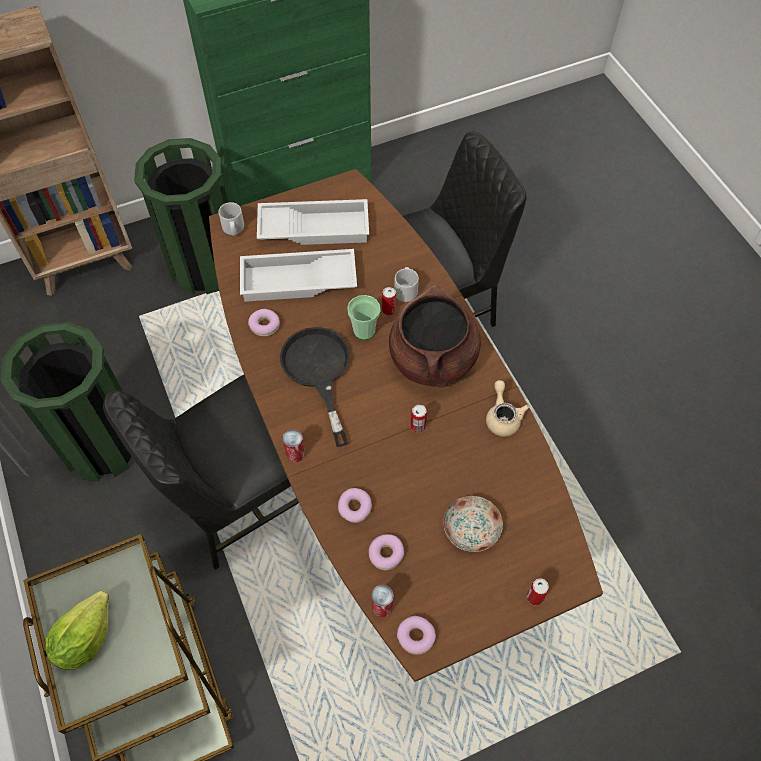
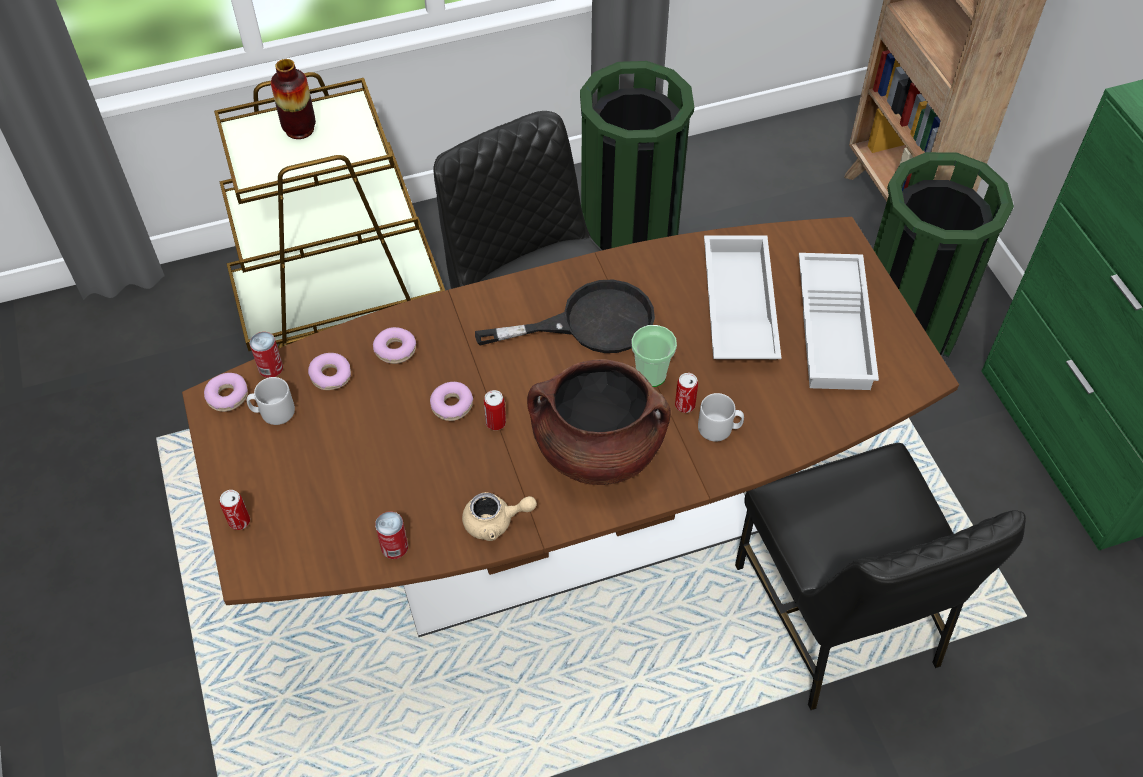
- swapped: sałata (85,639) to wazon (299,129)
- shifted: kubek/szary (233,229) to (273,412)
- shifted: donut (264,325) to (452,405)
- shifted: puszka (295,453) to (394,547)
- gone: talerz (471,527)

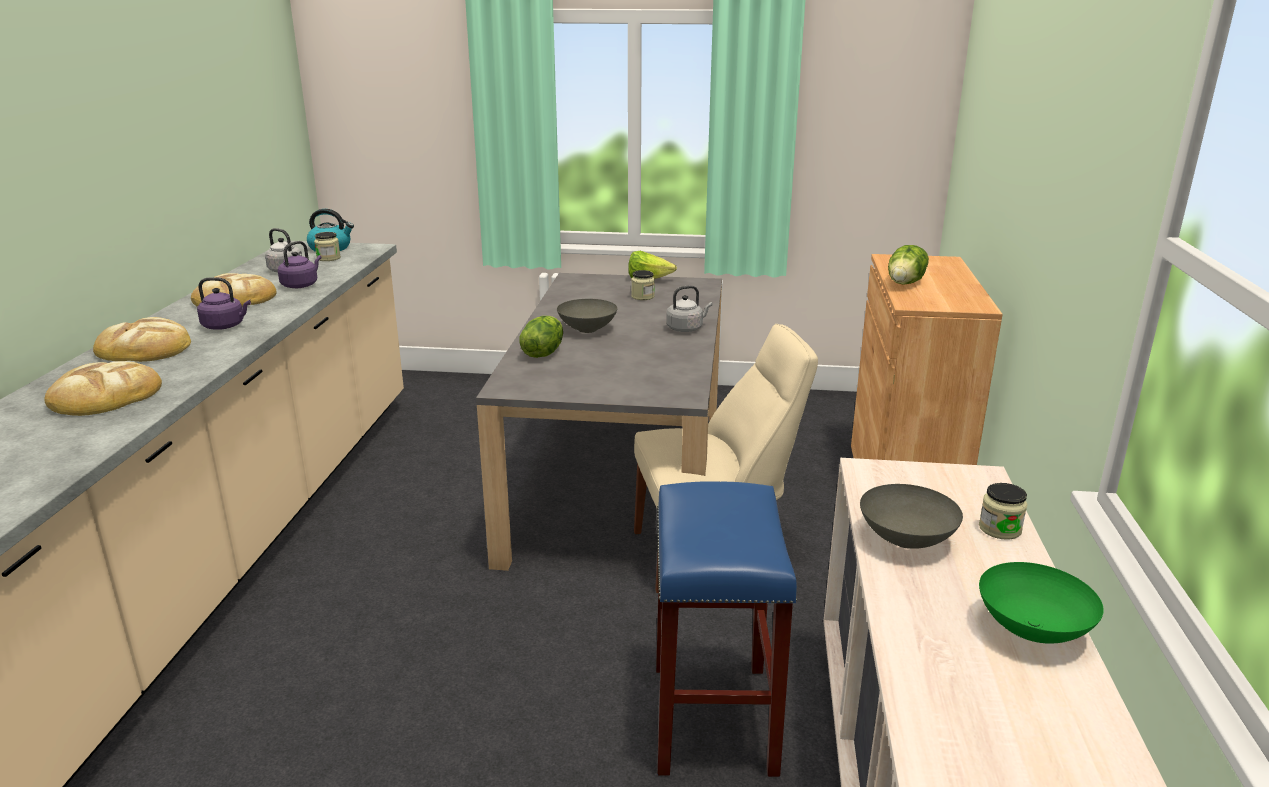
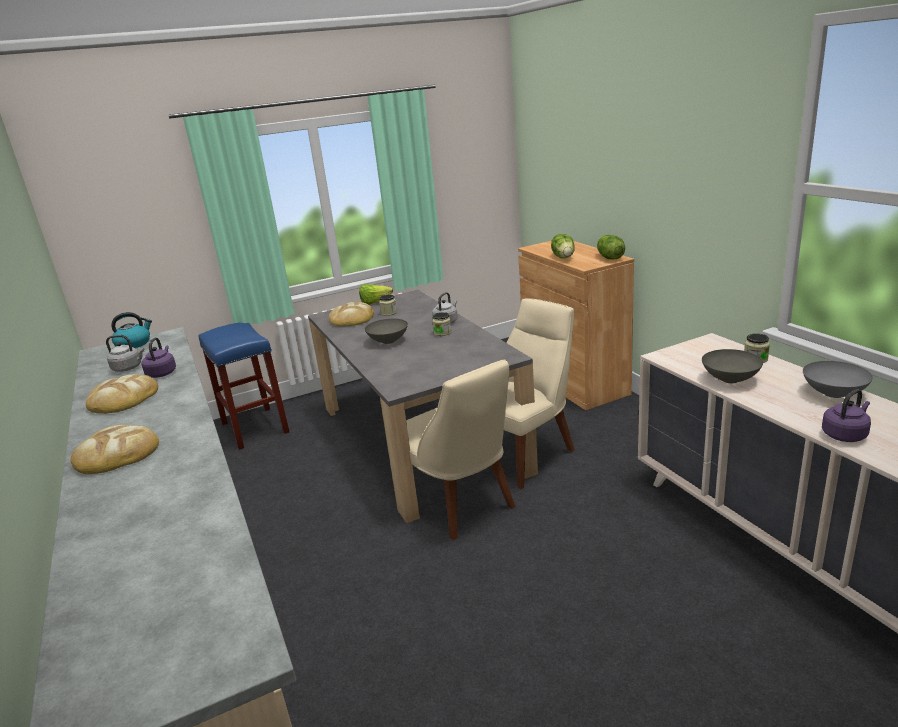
- shifted: chleb (104,396) to (352,318)
- shifted: czajnik/fioletowy (225,326) to (845,434)
- shifted: słoik (328,258) to (442,333)
- shifted: sałata (543,353) to (609,258)
- shifted: stołek/niebieski (714,720) to (255,428)
- repainted: miska/zielony (1034,631) to miska/szary (834,393)
- new: krzesło/beżowy (460,504)

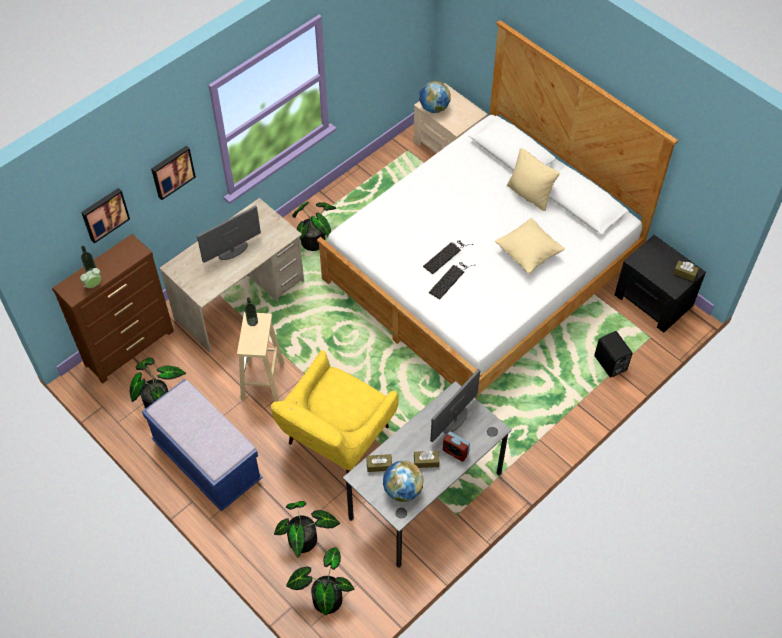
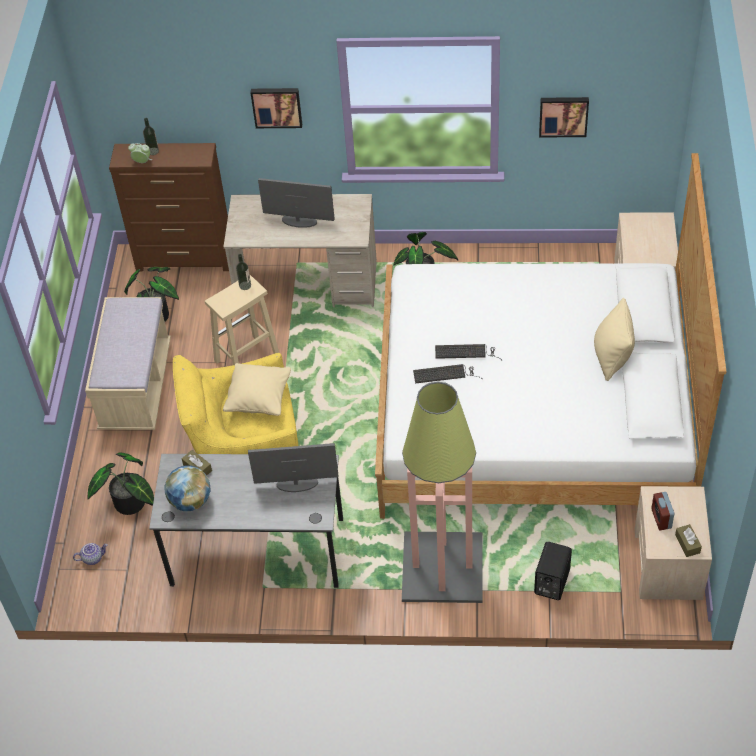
- shifted: obraz (104,214) to (563,115)
- repainted: ławka/niebieski (207,461) to ławka/beżowy (136,387)
- swapped: roślina doniczkowa (324,597) to imbryk (93,558)
- gone: pudełko chusteczek/brązowy (426,461)
- gone: globus (434,108)
- shifted: budzik (455,452) to (661,518)
- shifted: poduszka/beżowy (528,254) to (259,399)
- repainted: szafka nocna/czarny (653,300) to szafka nocna/beżowy (668,563)
- new: lampa stojąca (441,566)

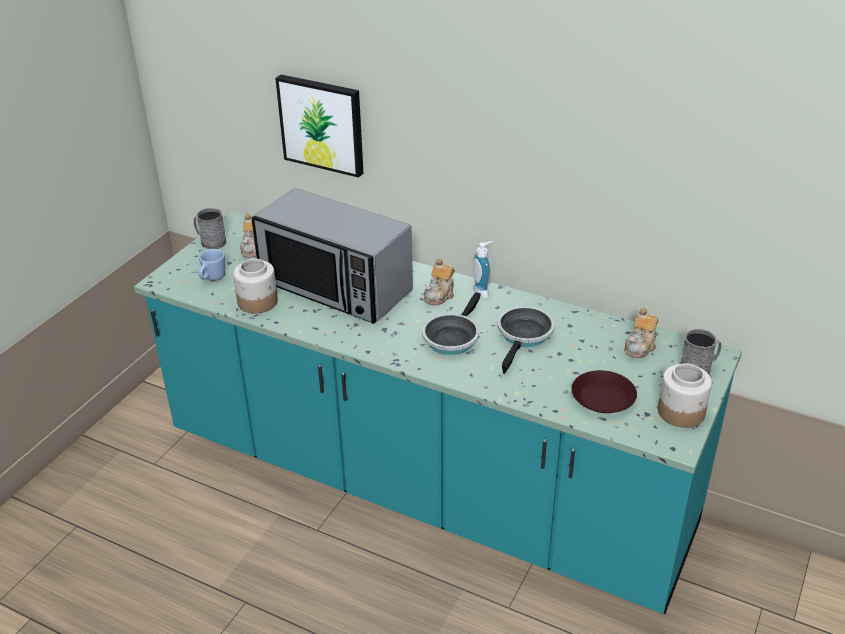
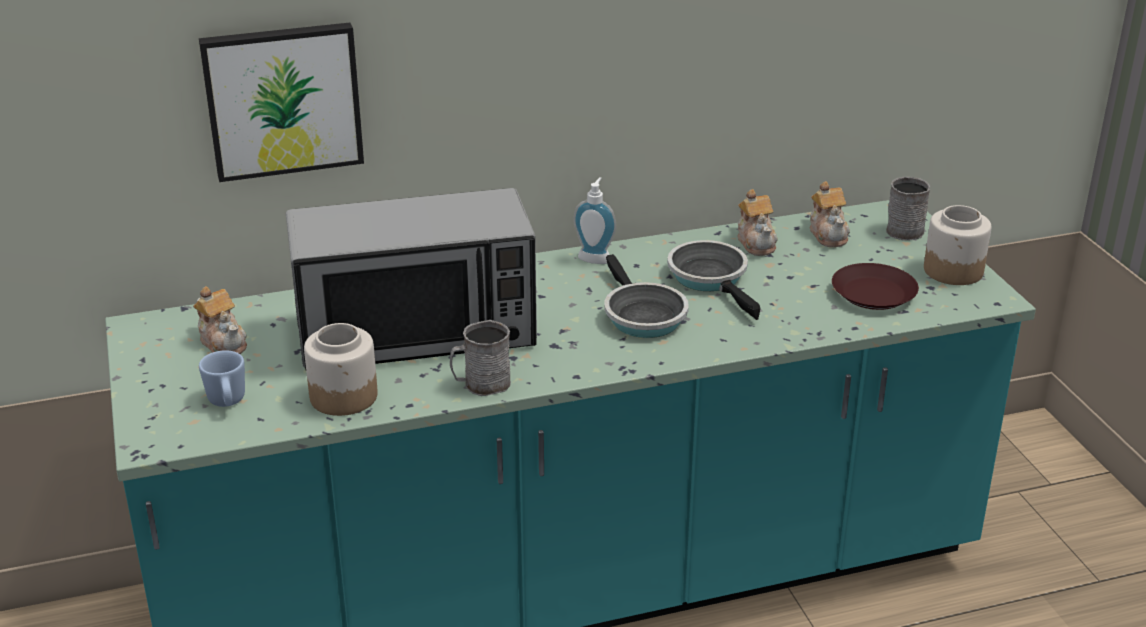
- shifted: kubek/szary (210,242) to (481,384)
- shifted: imbryk (440,295) to (756,242)

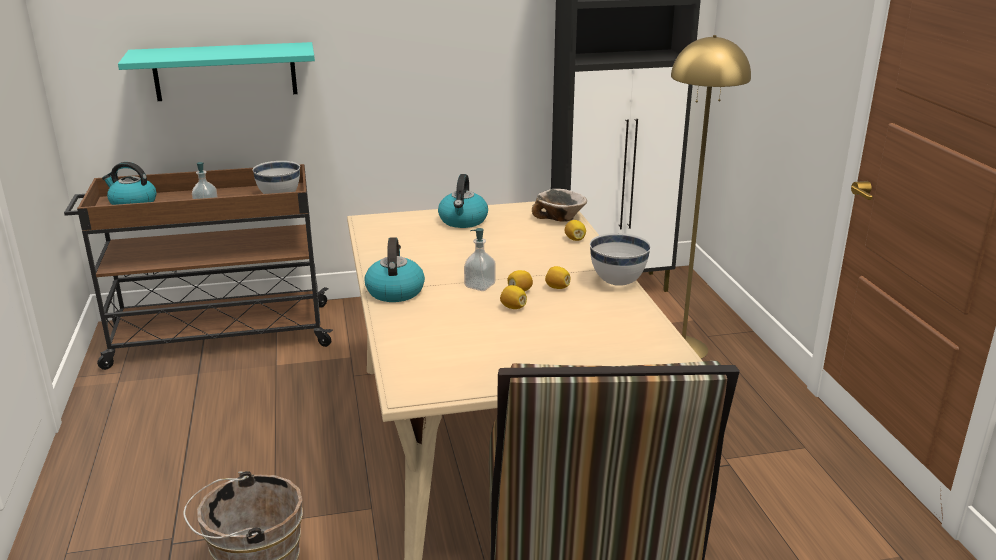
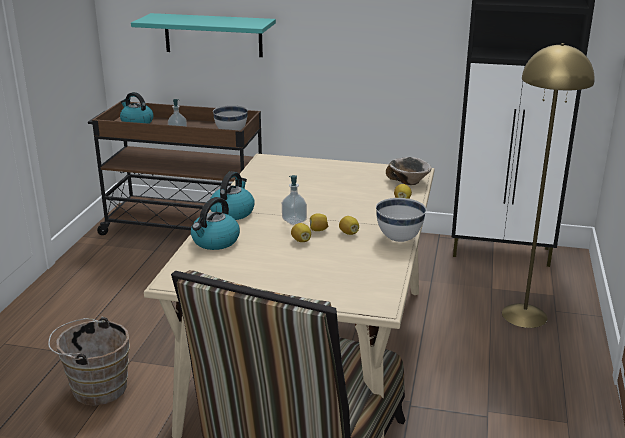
- shifted: czajnik (463,221) to (215,241)

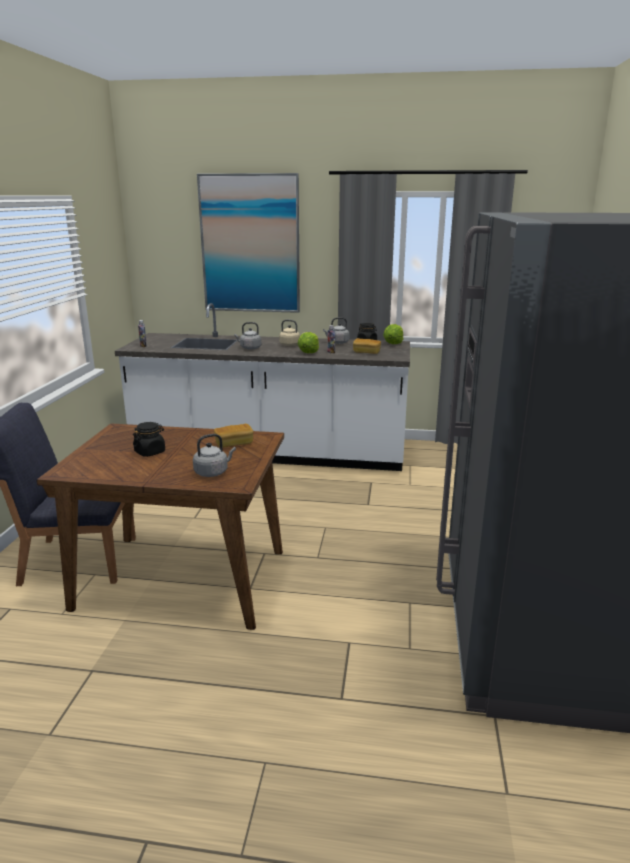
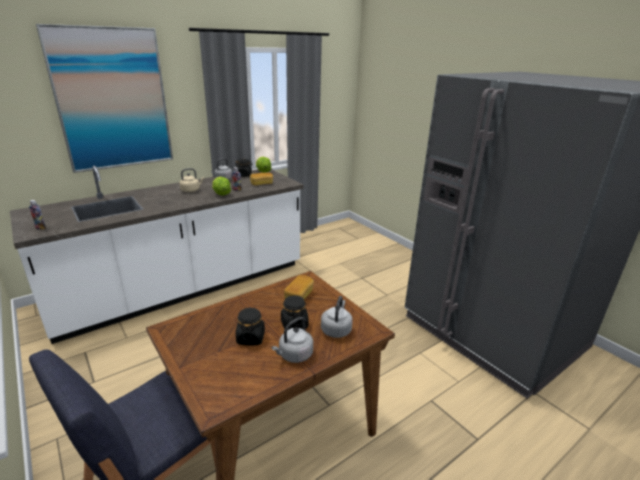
- shifted: czajnik/szary (249,348) to (294,355)
- new: słoik/czarny (294,324)

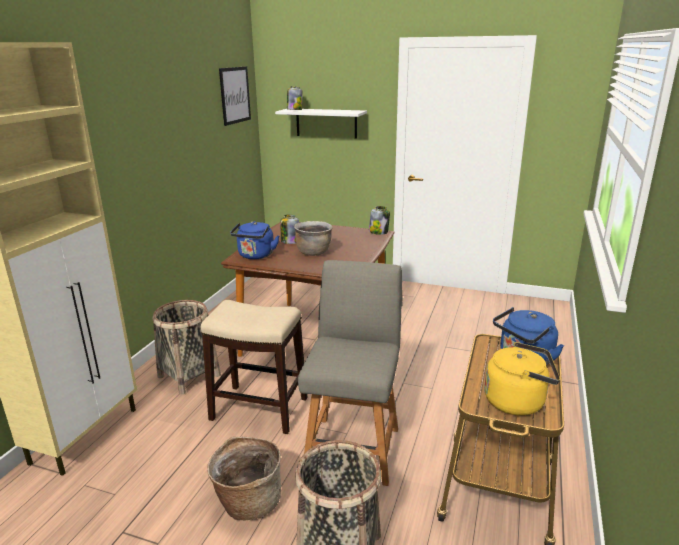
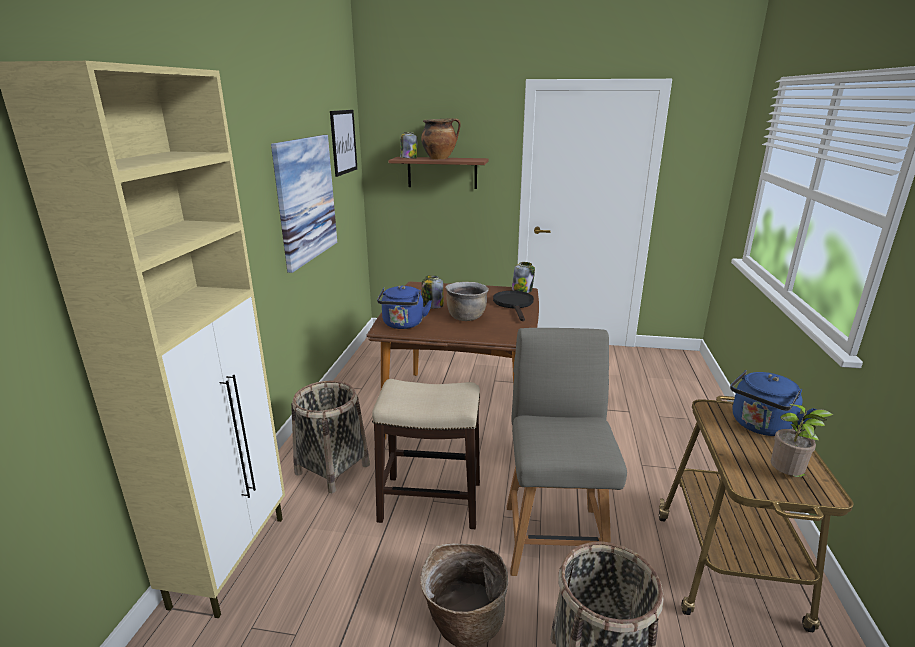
- repainted: półka/biały (326,123) to półka/brązowy (442,172)
- swapped: czajnik/żółty (518,402) to roślina doniczkowa (787,477)
- new: obraz (306,199)
- new: garnek (440,158)
- new: patelnia/czarny (514,304)

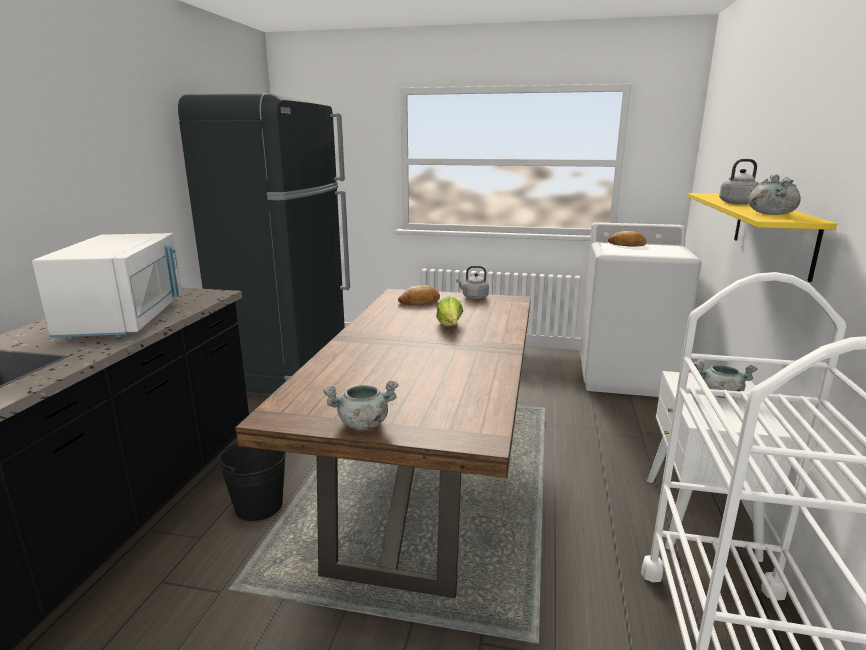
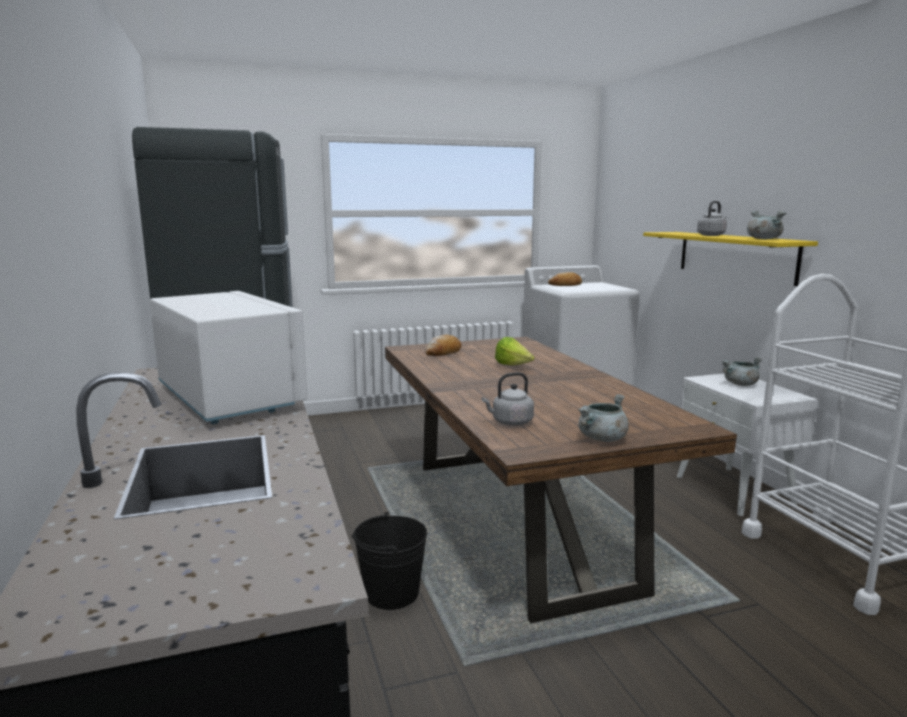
- shifted: czajnik/szary (473,297) to (510,422)

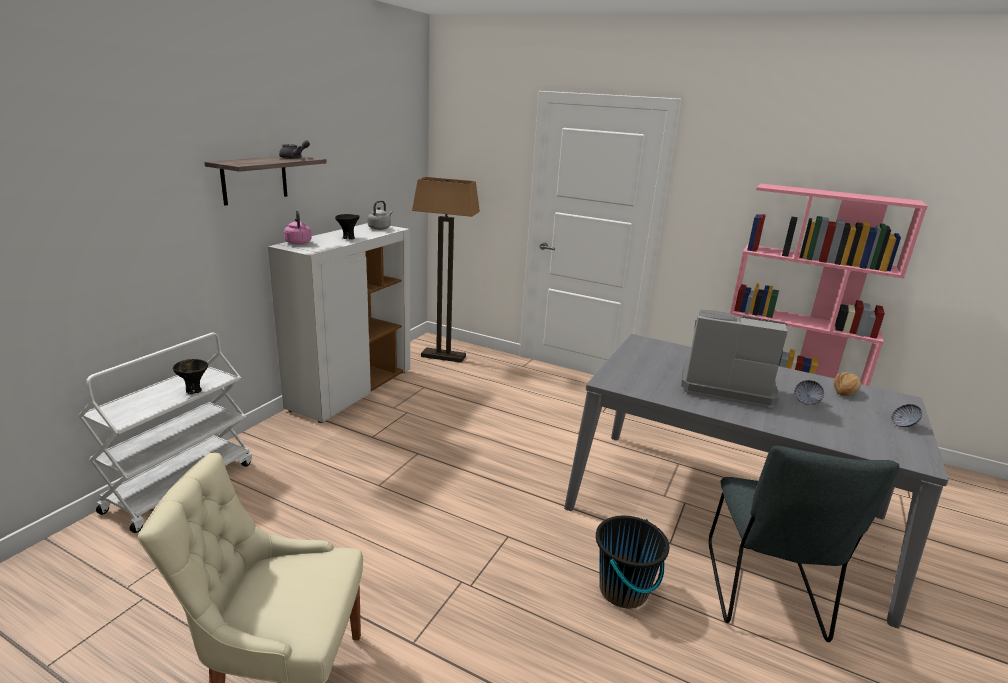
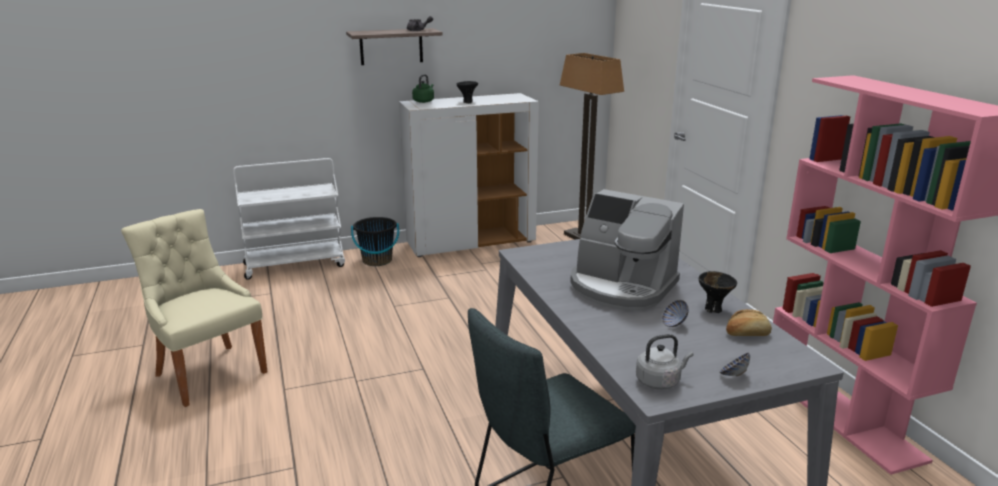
- shifted: miska/czarny (194,390) to (713,309)
- repainted: czajnik/różowy (298,242) to czajnik/zielony (424,101)
- shifted: czajnik/szary (380,228) to (660,381)
- shifted: wiadro/czarny (623,590) to (377,260)
- rotated: ekspres do kawy (724,385) = (621,287) 150 degrees clockwise

